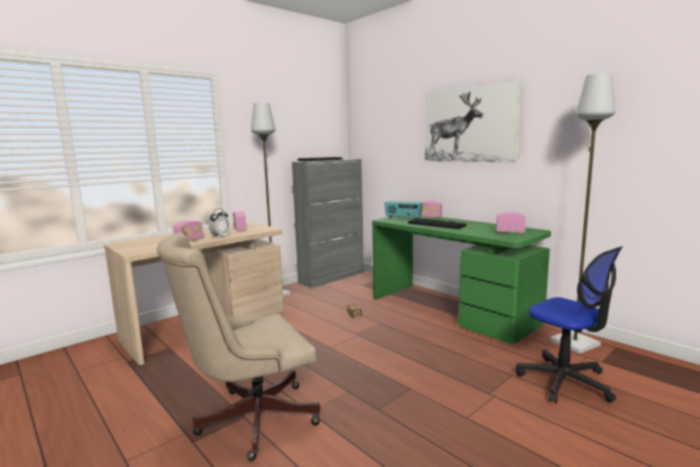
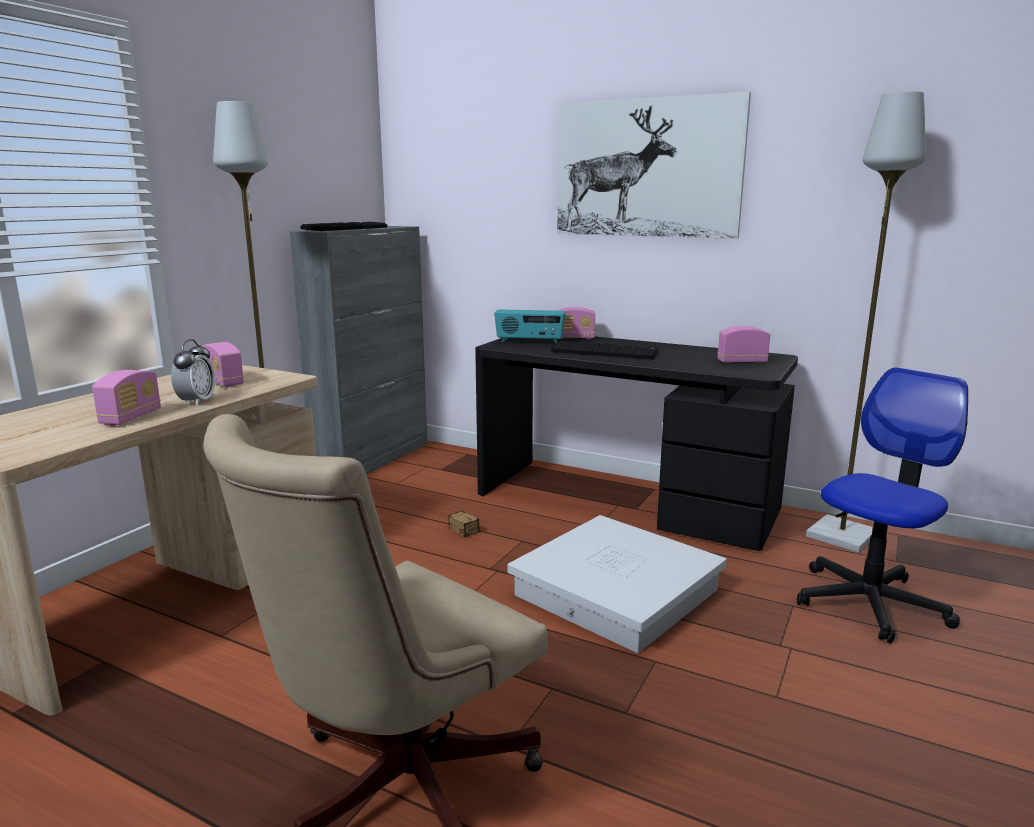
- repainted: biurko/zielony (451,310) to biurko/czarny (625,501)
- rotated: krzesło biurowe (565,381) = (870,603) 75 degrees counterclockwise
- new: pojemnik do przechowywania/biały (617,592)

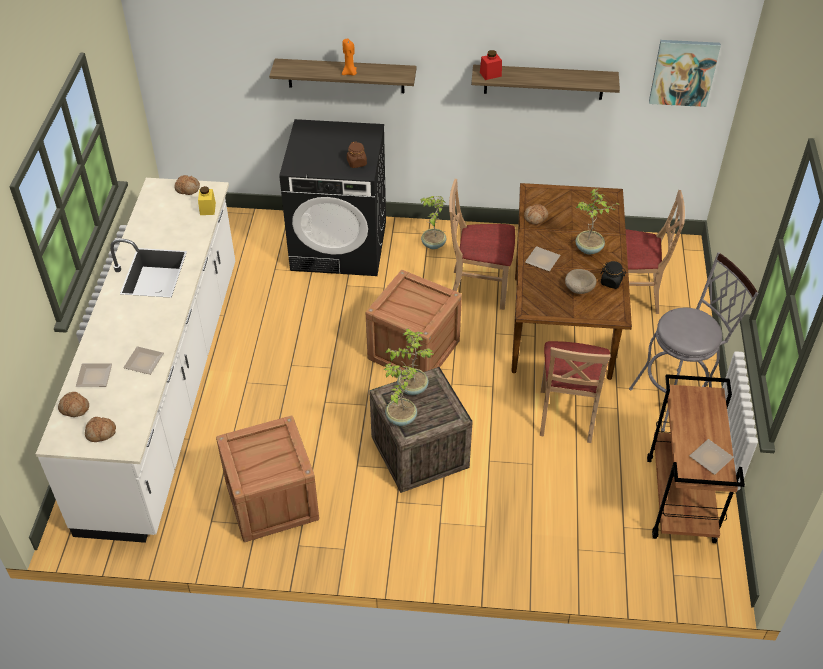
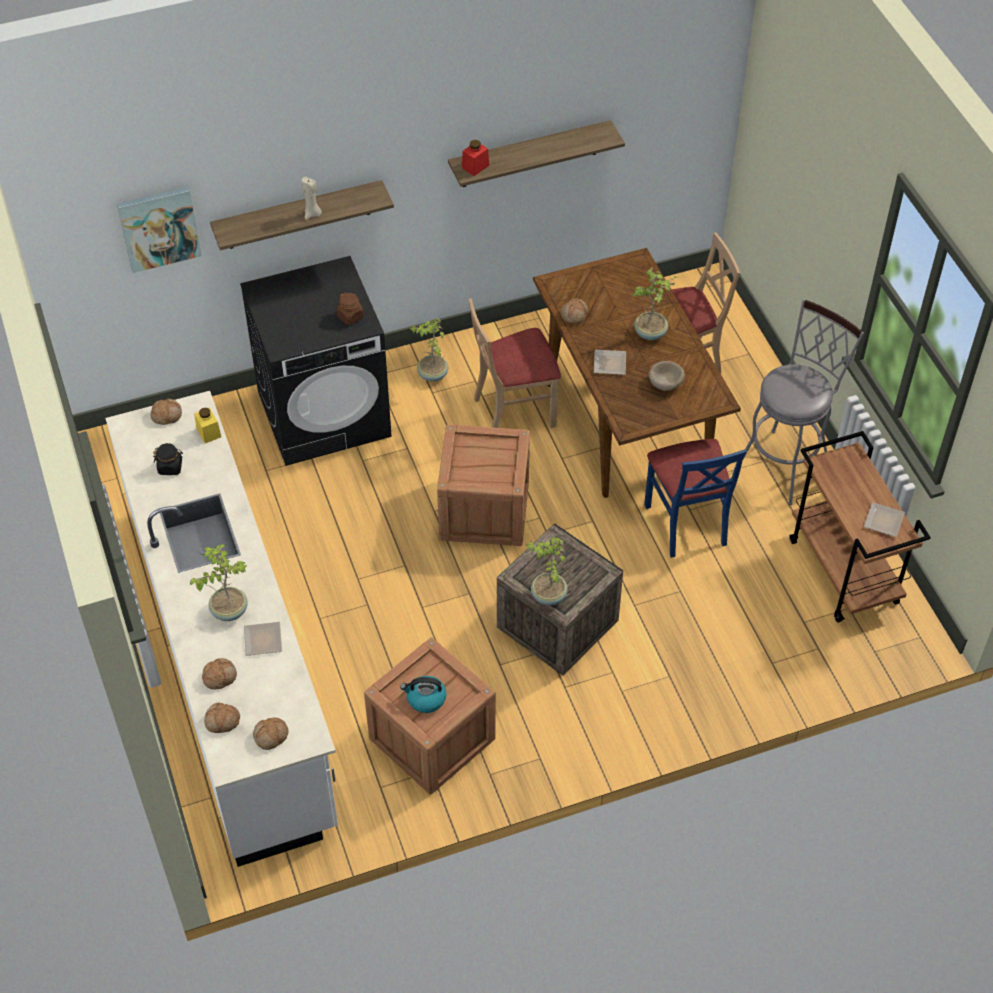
- swapped: talerz (96,376) to chleb (219,676)
- repainted: świeca/pomarańczowy (350,73) to świeca/beżowy (312,214)
- shifted: roślina doniczkowa (412,387) to (228,610)
- repainted: krzesło/beżowy (567,415) to krzesło/niebieski (687,523)
- shifted: słoik/czarny (611,282) to (170,467)
- shifted: obraz (683,72) to (159,228)
- new: czajnik (425,699)

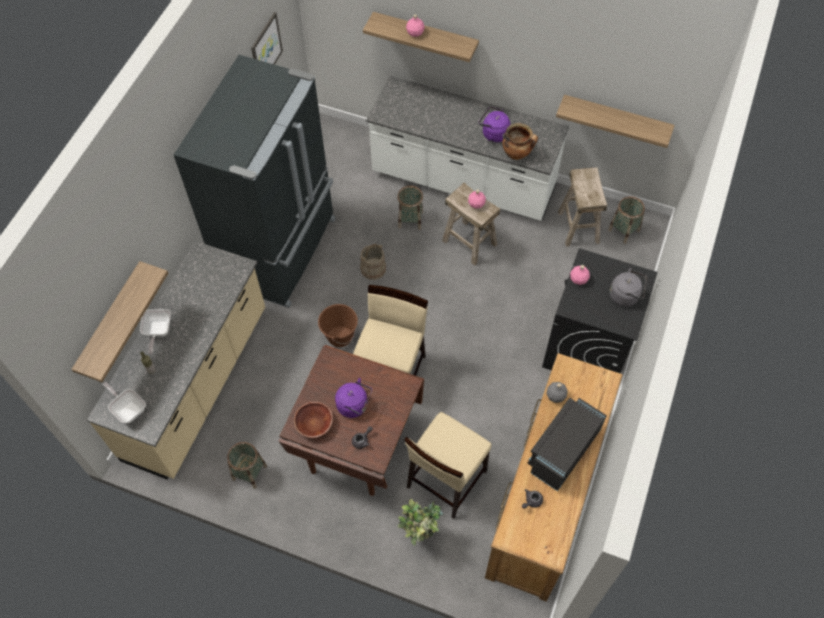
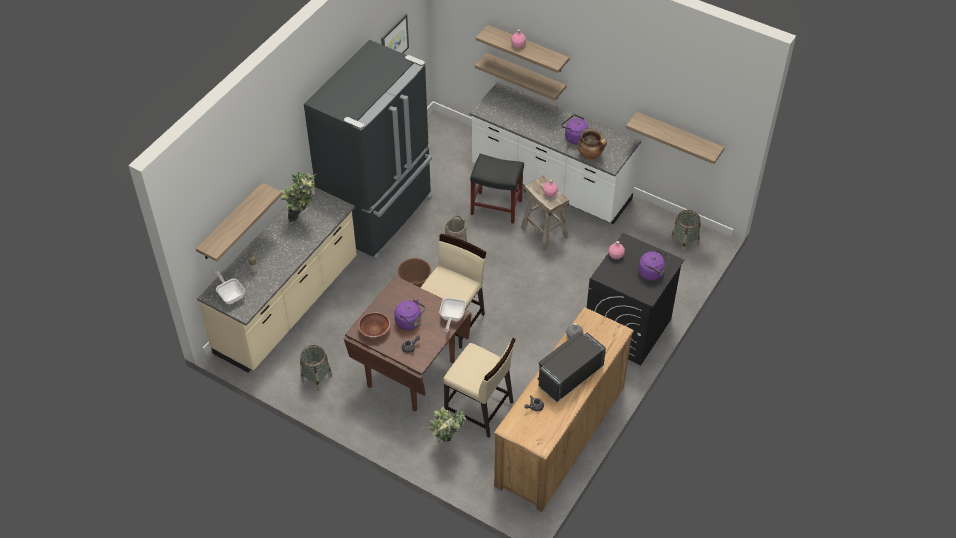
- shifted: patelnia (158,332) to (451,318)
- swapped: koszyk (410,219) to stołek/czarny (497,207)
- rotated: krzesło/beżowy (445,479) = (479,409) 105 degrees counterclockwise
- gone: stołek/beżowy (579,227)
- repainted: czajnik/szary (626,296) to czajnik/fioletowy (652,273)
- new: roślina doniczkowa (303,219)
- new: półka (525,76)

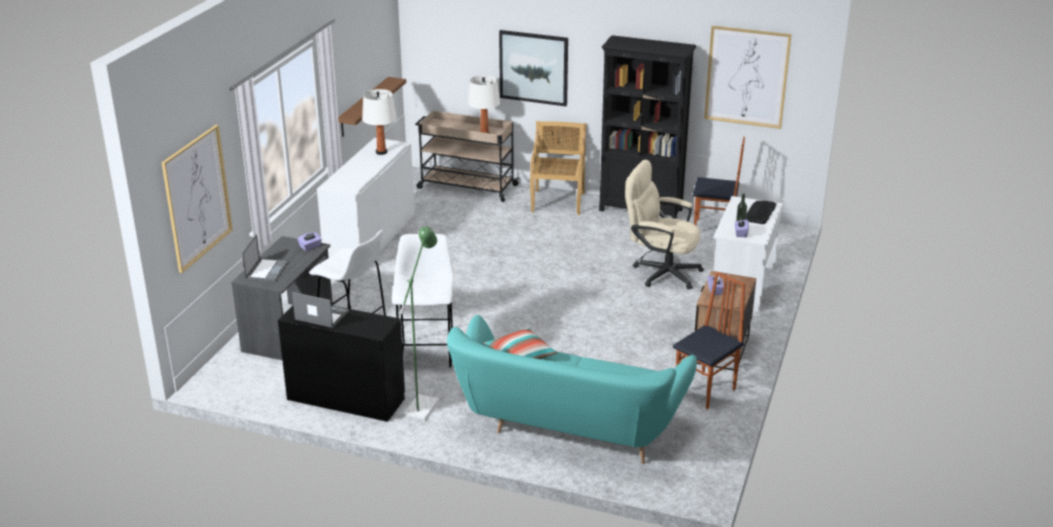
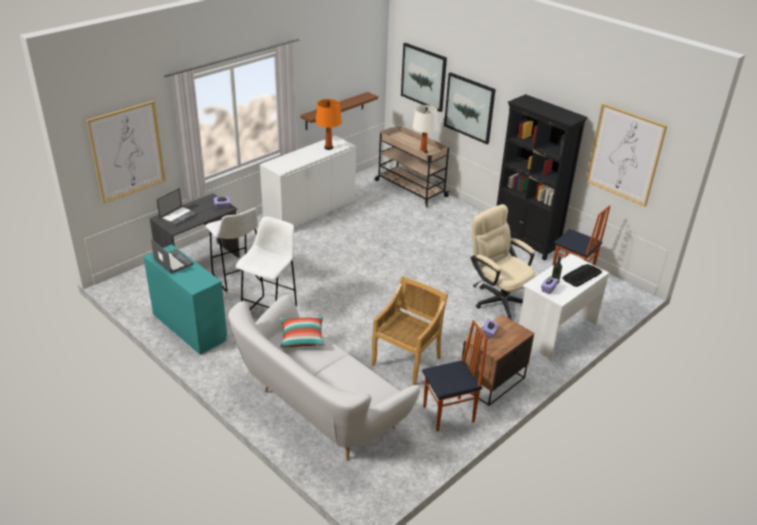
- repainted: biurko/czarny (345,399) to biurko/turkusowy (189,327)
- repainted: lampa stołowa/biały (381,152) to lampa stołowa/pomarańczowy (328,148)
- gone: lampa stojąca/zielony (424,404)
- repainted: kanapa/turkusowy (566,426) to kanapa/biały (317,405)
- shifted: krzesło/beżowy (557,202) to (407,360)
- new: obraz (423,77)

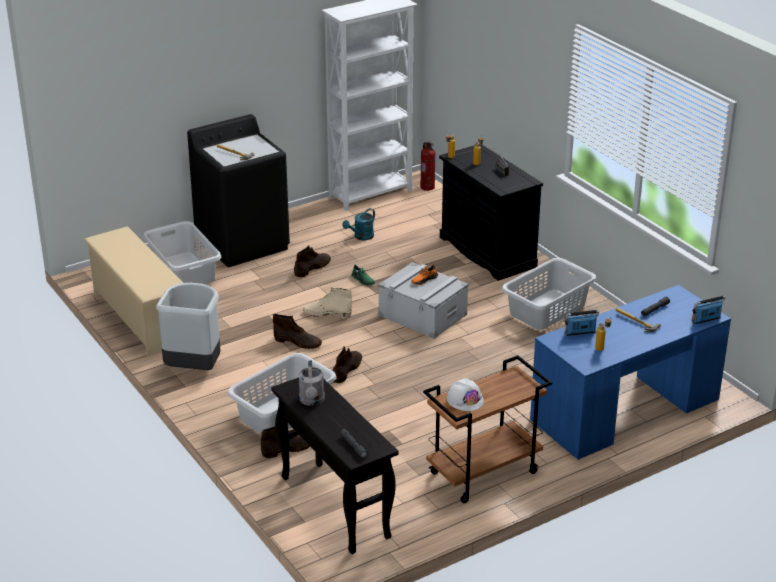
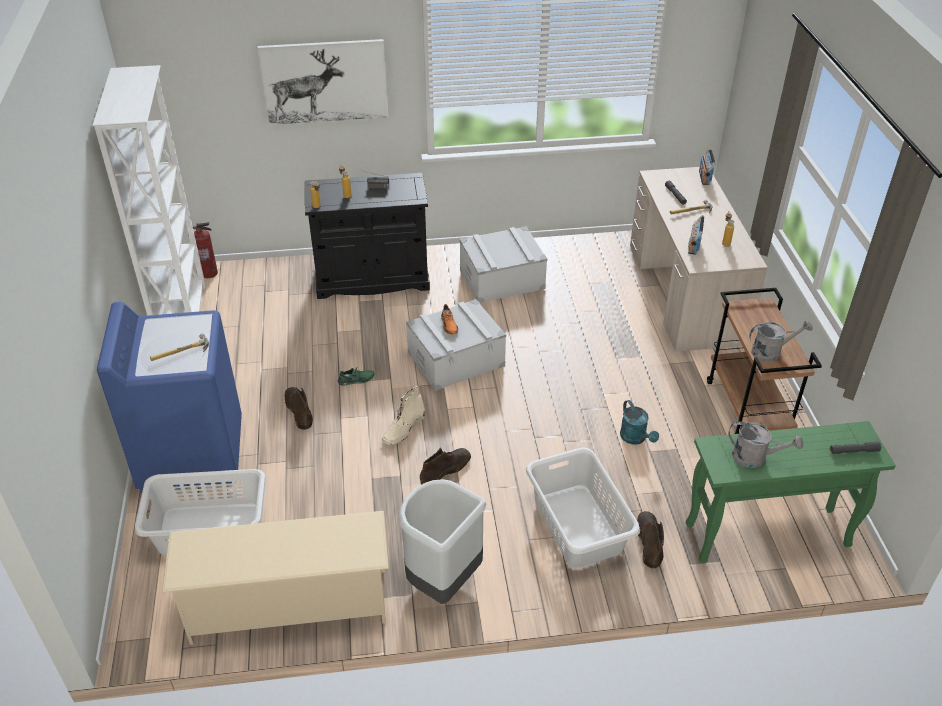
- repainted: pralka/czarny (243,243) to pralka/niebieski (191,453)
- repainted: stolik konsolowy/czarny (334,506) to stolik konsolowy/zielony (766,536)
- gone: but z cholewką/brązowy (347,369)
- shifted: konewka/turkusowy (361,237) to (635,438)
- swapped: kask/biały (465,399) to konewka/szary (771,352)
- swapped: kosz na pranie/szary (546,309) to pojemnik do przechowywania/szary (502,279)
- repainted: biurko/niebieski (624,409) to biurko/beżowy (684,293)
- new: obraz (325,82)

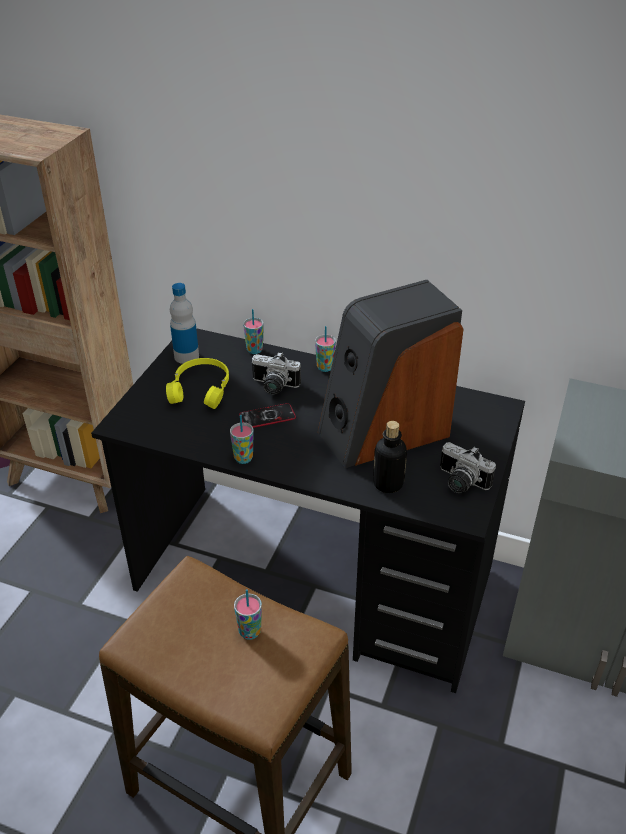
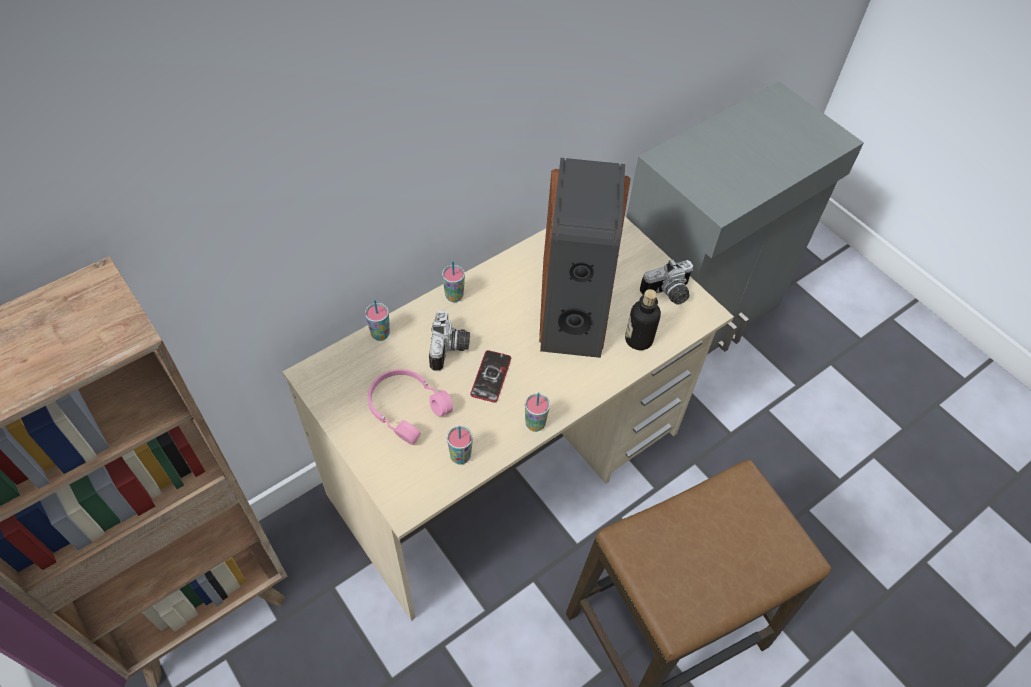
- repainted: biurko/czarny (314,581) to biurko/beżowy (507,464)
- repainted: słuchawki/żółty (202,389) to słuchawki/różowy (407,408)
- gone: butelka (186,356)
- shifted: filiżanka (250,632) to (460,456)
- rotated: aparat fotograficzny (273,387) = (450,349) 45 degrees counterclockwise

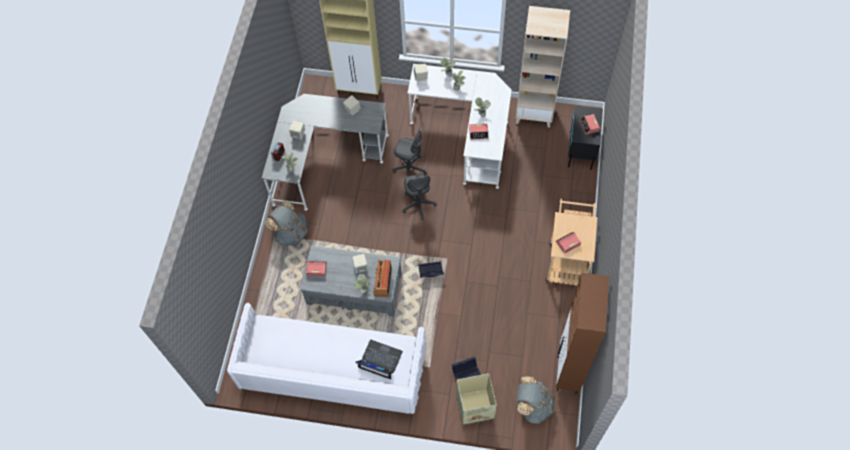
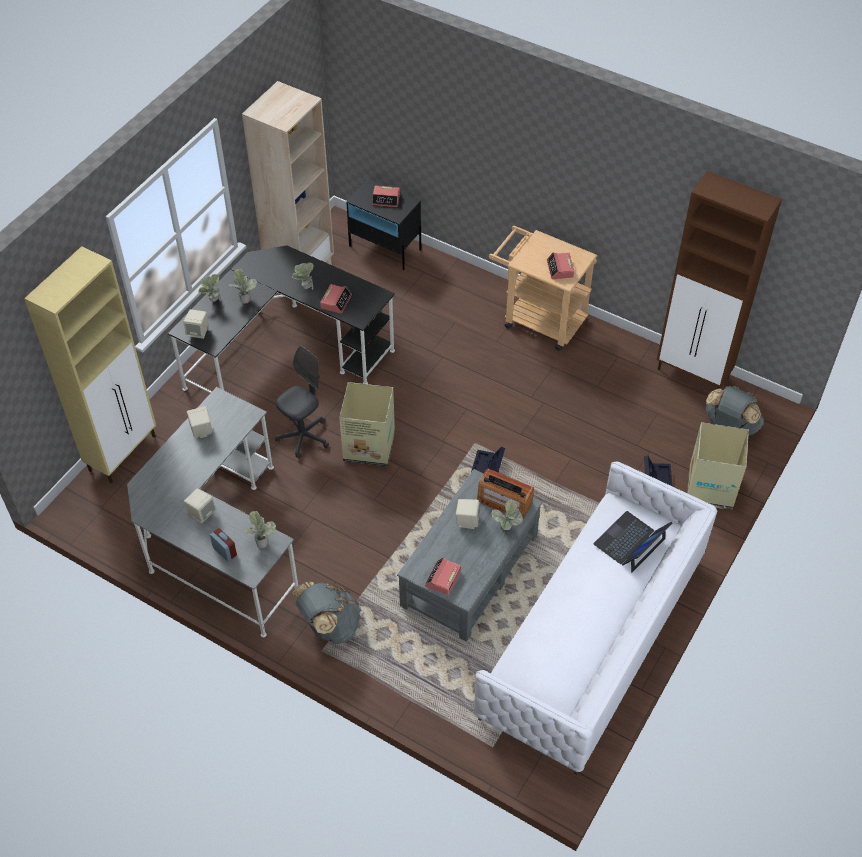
- swapped: krzesło biurowe/szary (418,204) to karton (370,447)
- repainted: biurko/biały (468,133) to biurko/czarny (285,351)

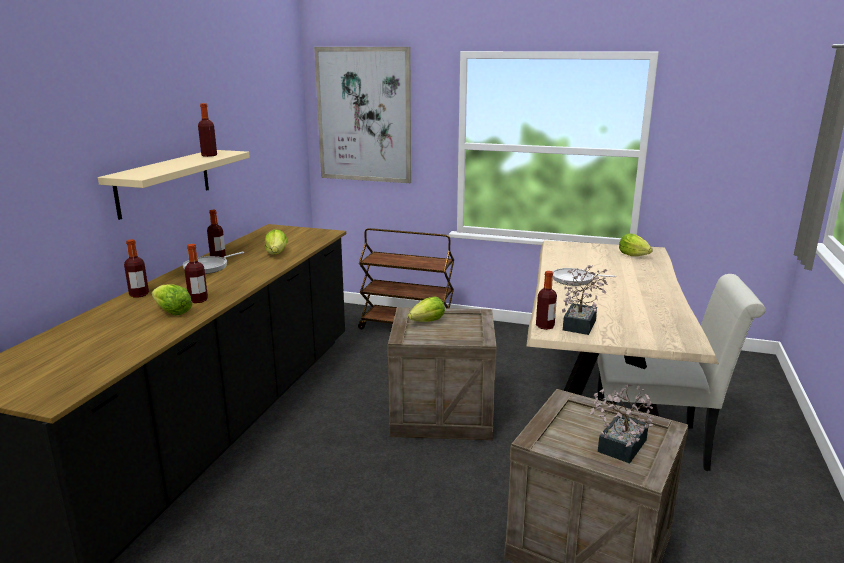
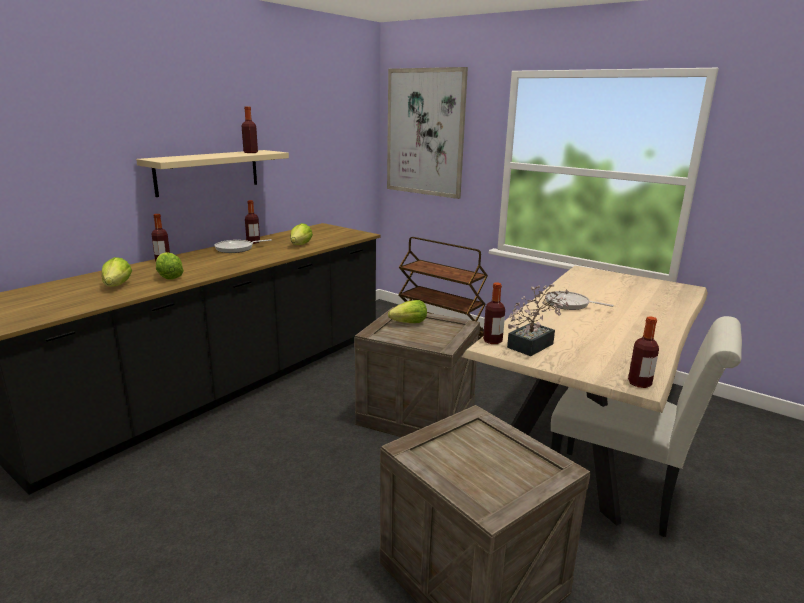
- shifted: butelka (198,300) to (639,383)
- gone: roślina doniczkowa (619,448)
- shifted: sałata (633,255) to (117,286)

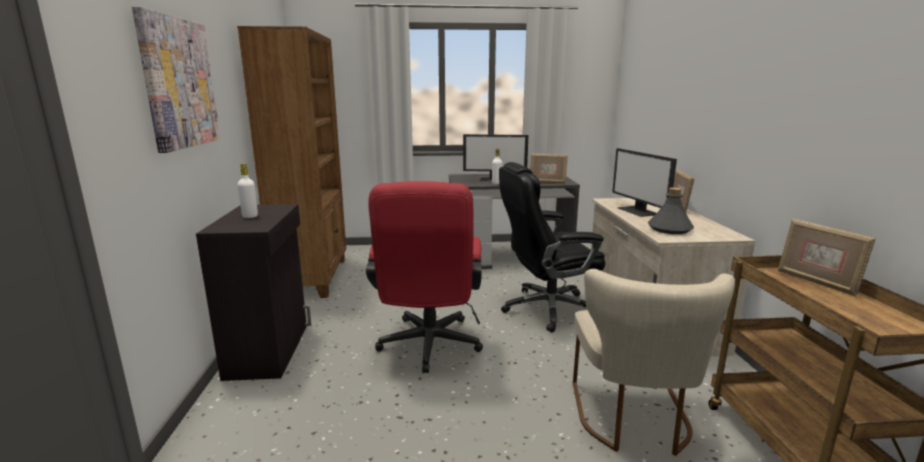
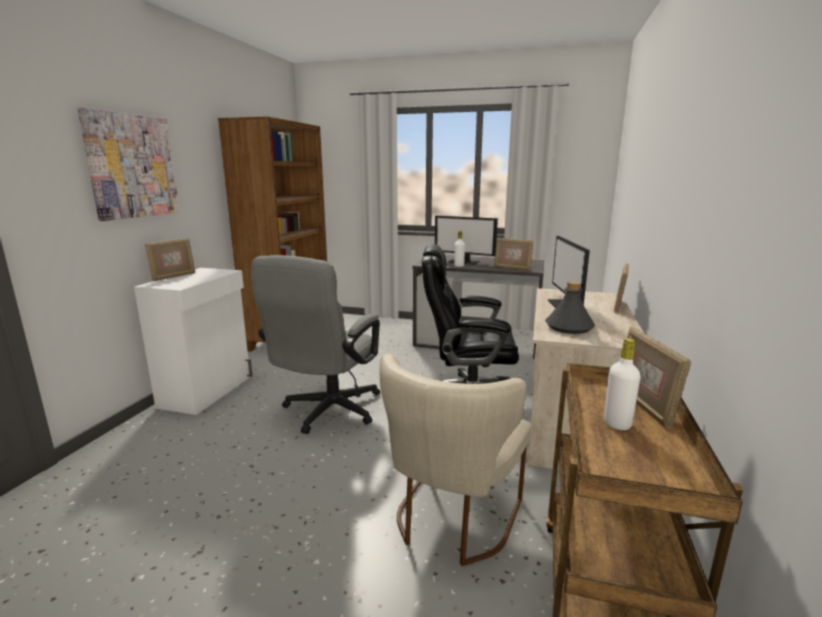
- repainted: szafka/czarny (270,350) to szafka/biały (208,391)
- shifted: butelka/biały (250,216) to (617,424)
- repainted: krzesło biurowe/czerwony (428,348) to krzesło biurowe/szary (327,413)
- new: ramka na zdjęcie (173,277)

